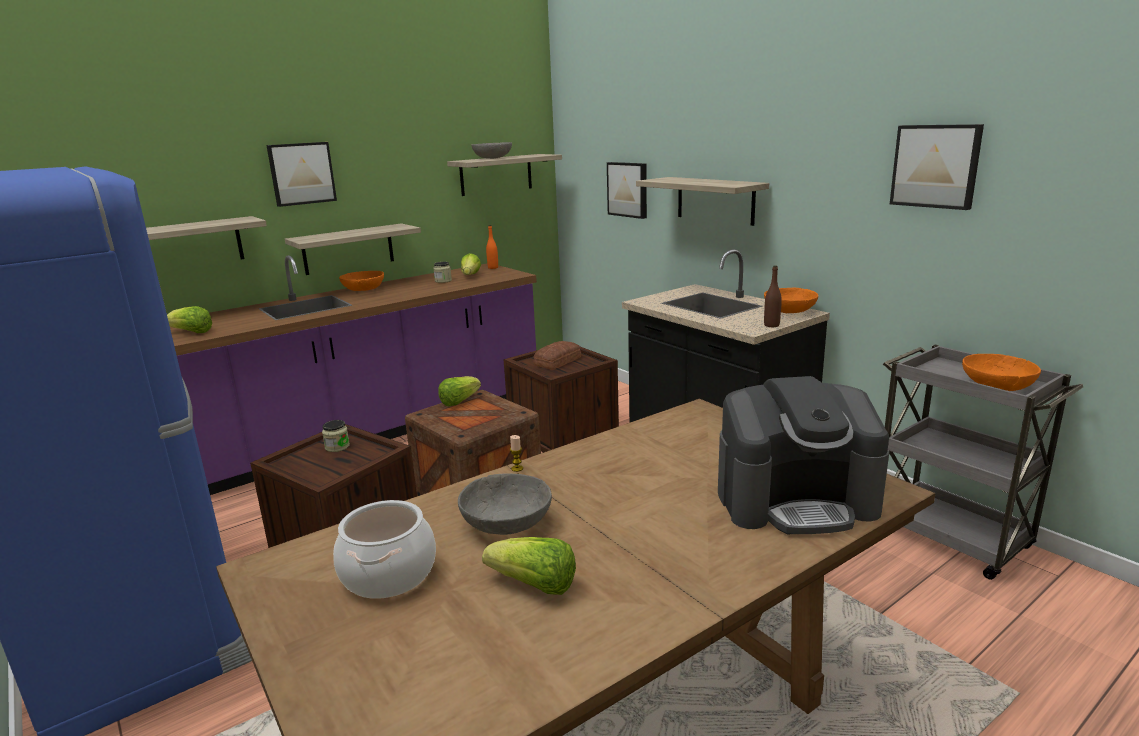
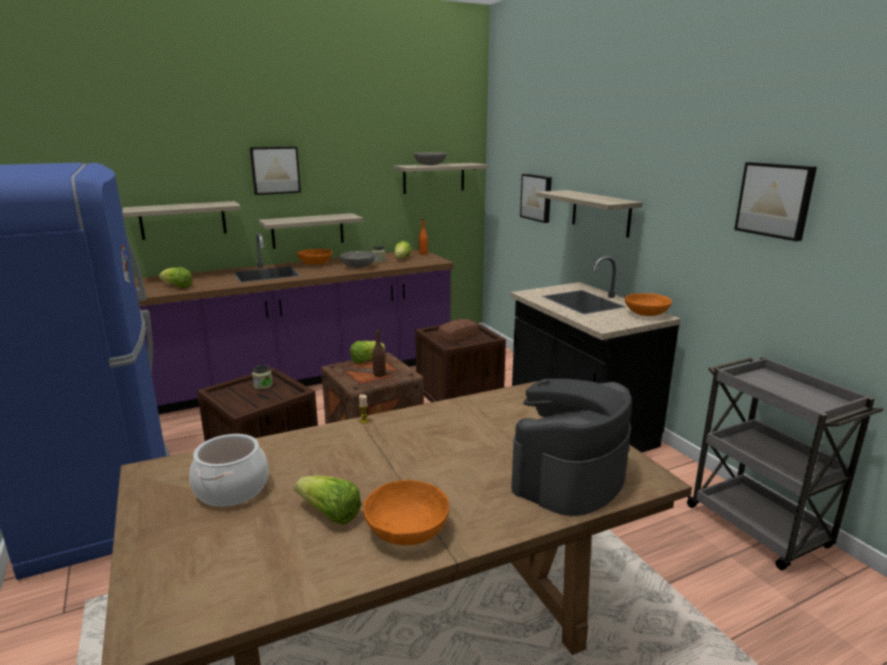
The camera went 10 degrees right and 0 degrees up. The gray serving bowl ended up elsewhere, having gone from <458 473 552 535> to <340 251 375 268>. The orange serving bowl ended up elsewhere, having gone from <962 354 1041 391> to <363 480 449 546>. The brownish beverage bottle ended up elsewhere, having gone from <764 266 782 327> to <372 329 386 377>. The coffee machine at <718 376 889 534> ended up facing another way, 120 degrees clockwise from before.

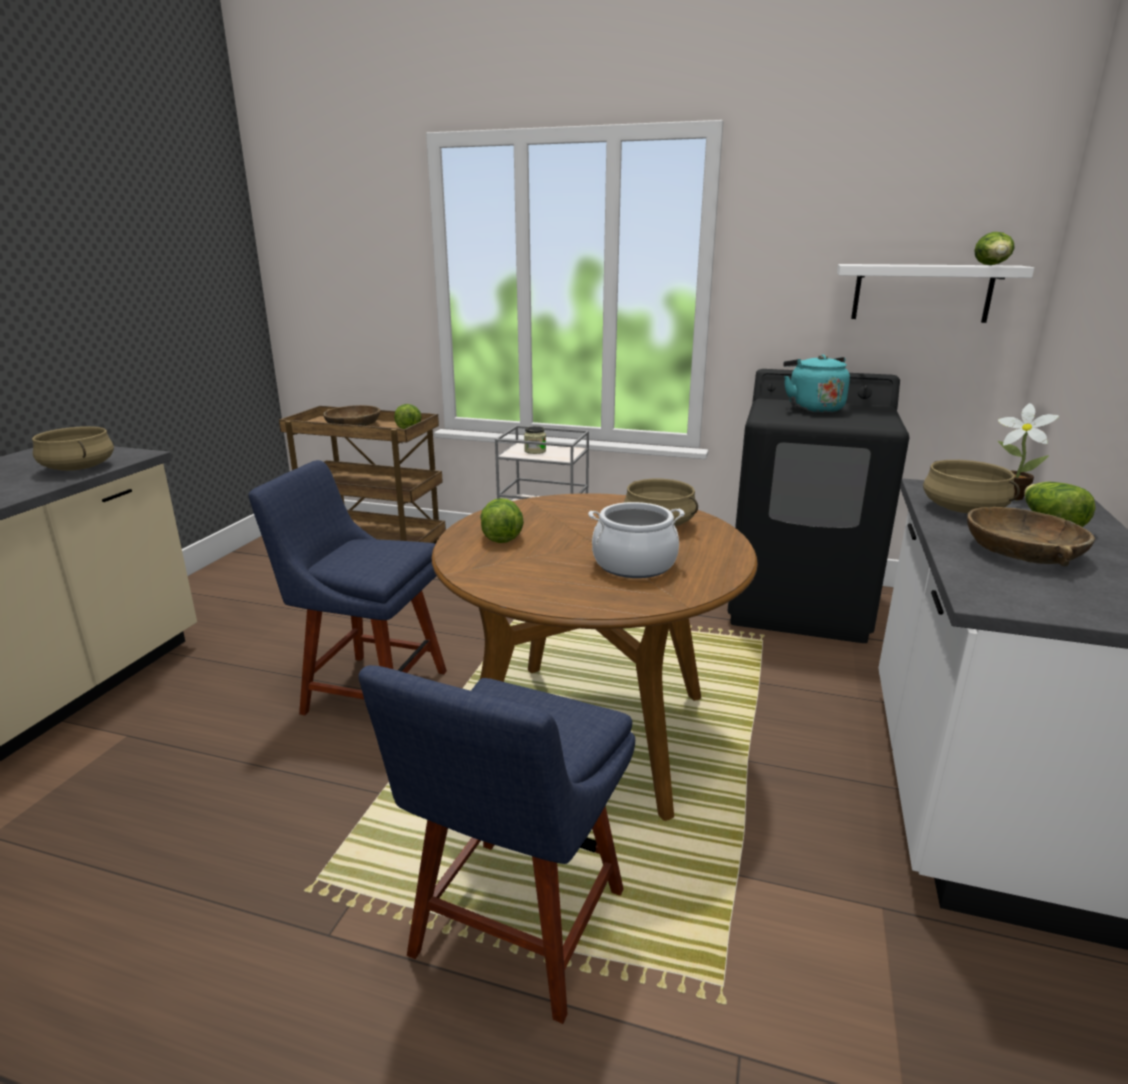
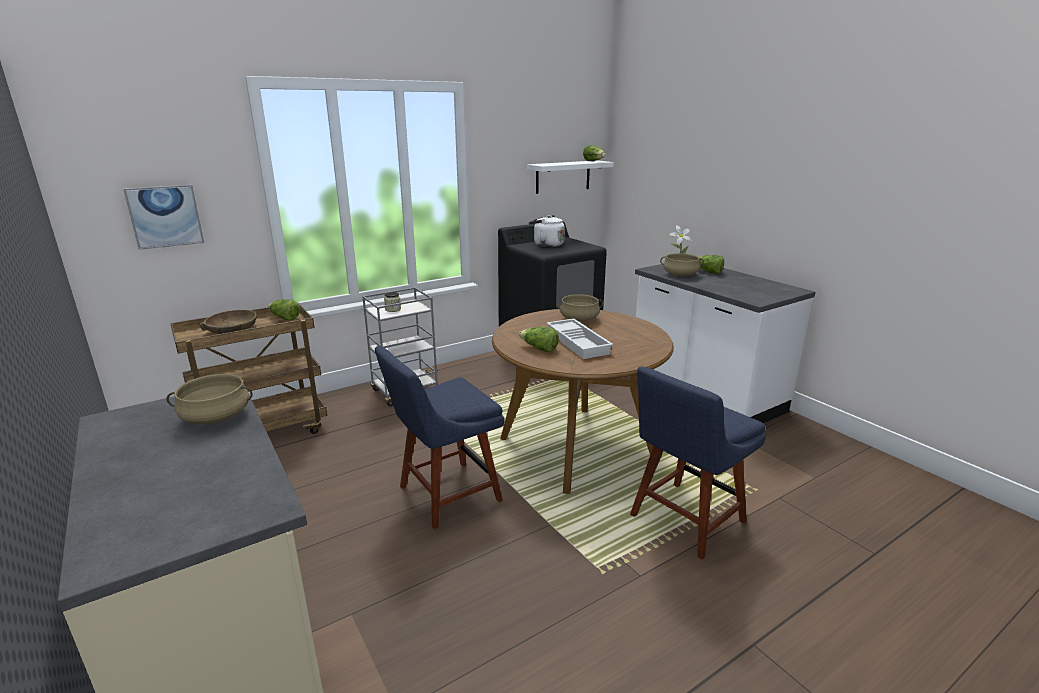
The camera went 50 degrees left and 0 degrees up. The second view gained the wall picture at <123 185 204 250>. What was the turquoise-coloured tea kettle at <783 354 850 413> turned into the white-coloured tea kettle at <529 215 565 247>. The second view gained the white-coloured serving tray at <546 318 613 359>. The blue-coloured chair at <358 665 635 1024> ended up facing another way, 75 degrees clockwise from before. The second view lost the cooking pot at <588 502 685 578>. The second view lost the brownish serving bowl at <967 507 1095 566>.

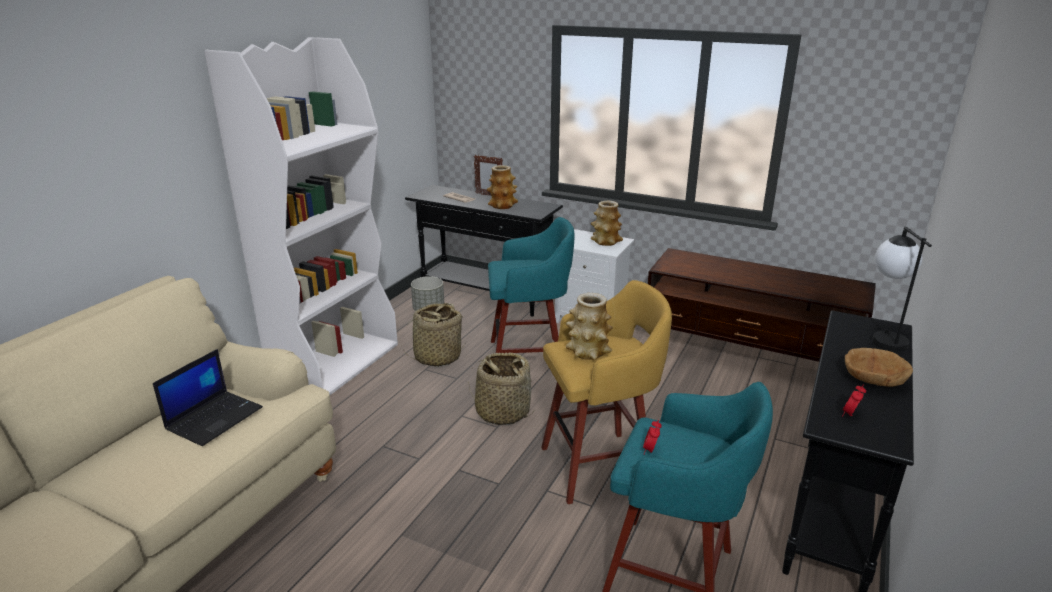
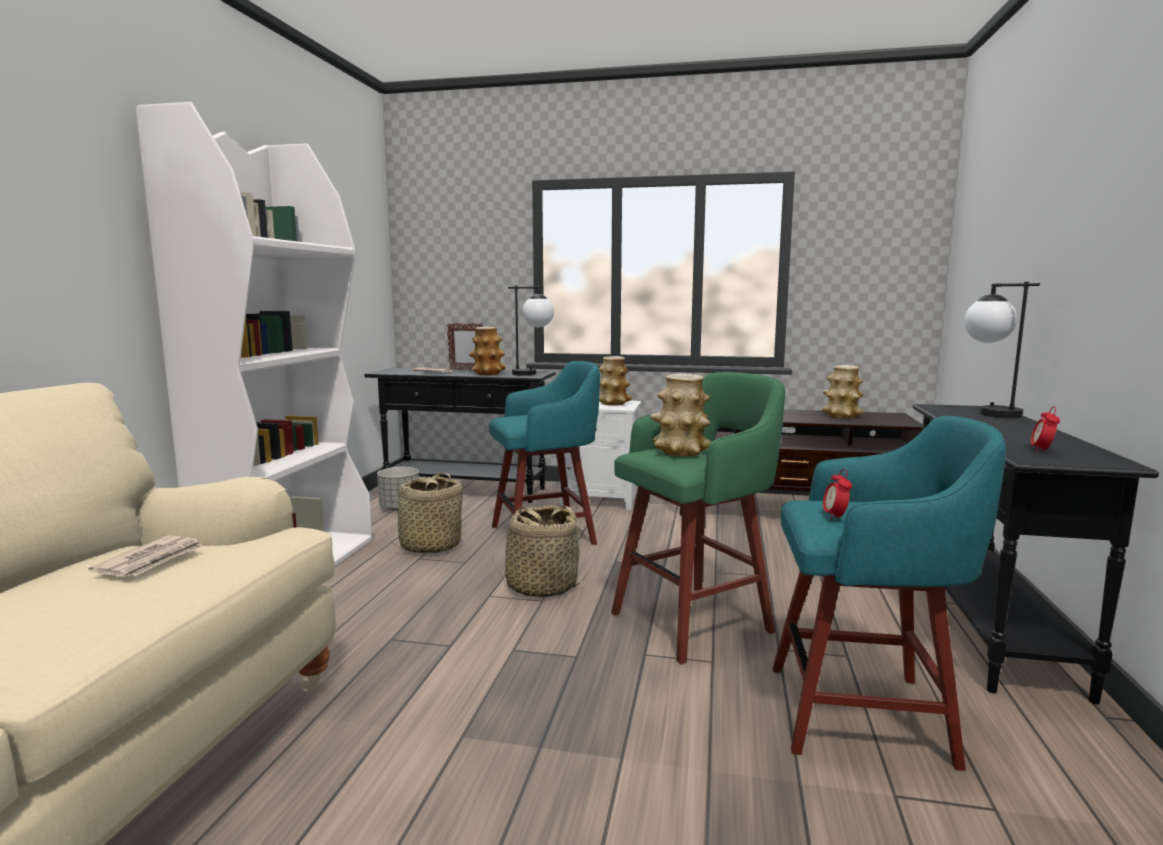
The camera went 15 degrees left and 15 degrees down. Where the notebook computer stood at <153 349 263 446>, the daily paper came to stand at <88 535 203 577>. The second view gained the tabletop lamp at <508 286 554 376>. What was the yellow stool seat at <541 280 672 504> turned into the greenish stool seat at <611 372 785 665>. The second view gained the decorative vase at <822 365 863 418>. The second view lost the brownish serving bowl at <845 348 913 387>.

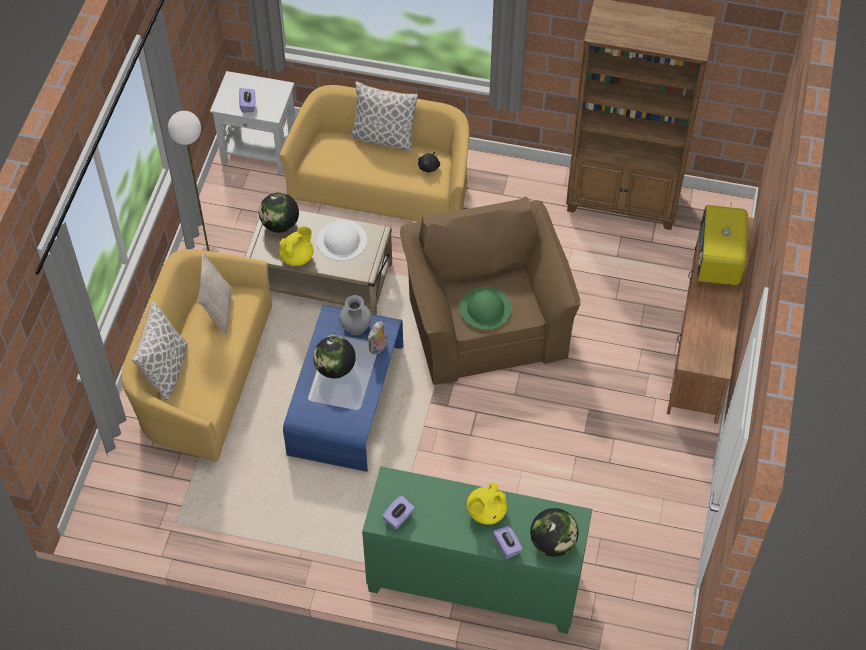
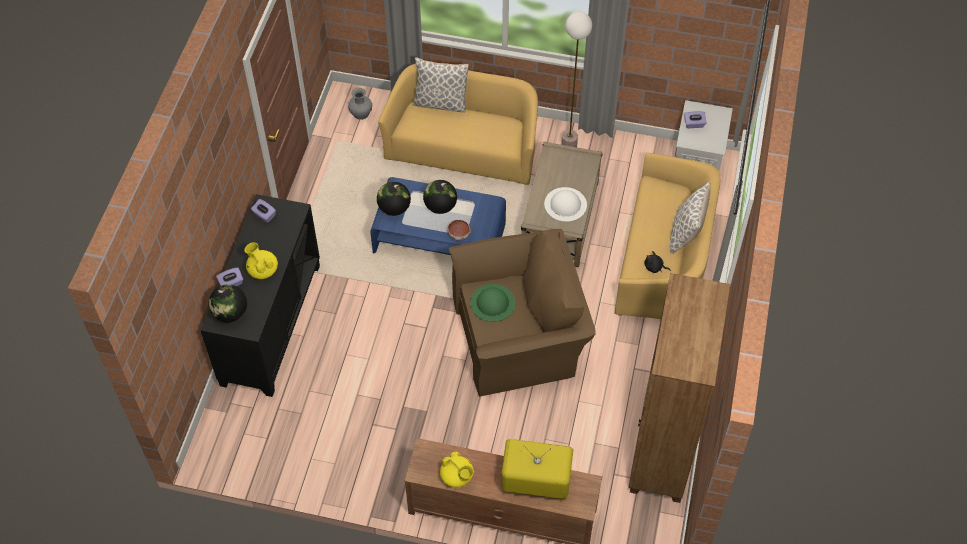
The camera went 90 degrees right and 0 degrees up. What was the greenish storage cabinet at <362 466 592 634> turned into the black storage cabinet at <200 194 320 397>. The gray decorative vase ended up elsewhere, having gone from <339 295 371 335> to <348 88 372 120>. The desk globe ended up elsewhere, having gone from <259 193 299 233> to <377 182 411 216>. The yellow teapot ended up elsewhere, having gone from <279 226 313 266> to <440 452 474 487>. Where the plush toy stood at <368 321 387 355>, the serving bowl came to stand at <447 220 471 241>. The second view lost the beige pillow at <197 253 232 334>.

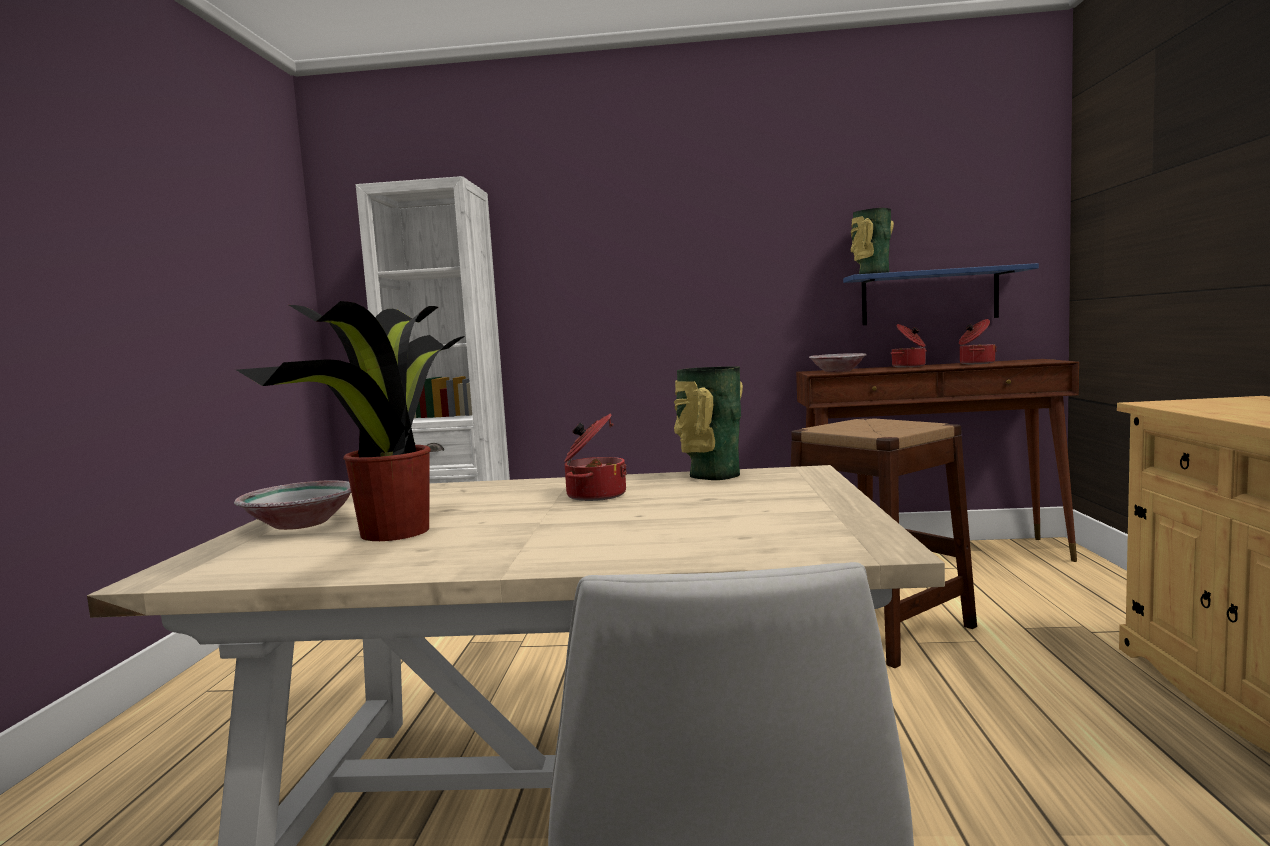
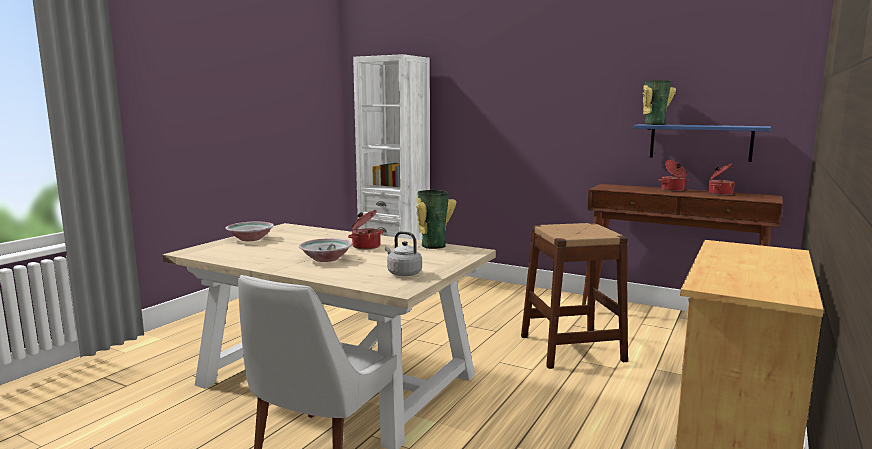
The camera went 25 degrees right and 5 degrees up. The serving bowl ended up elsewhere, having gone from <809 353 867 372> to <299 238 353 262>. The second view gained the gray tea kettle at <385 231 422 276>. The second view lost the potted plant at <237 301 465 541>.

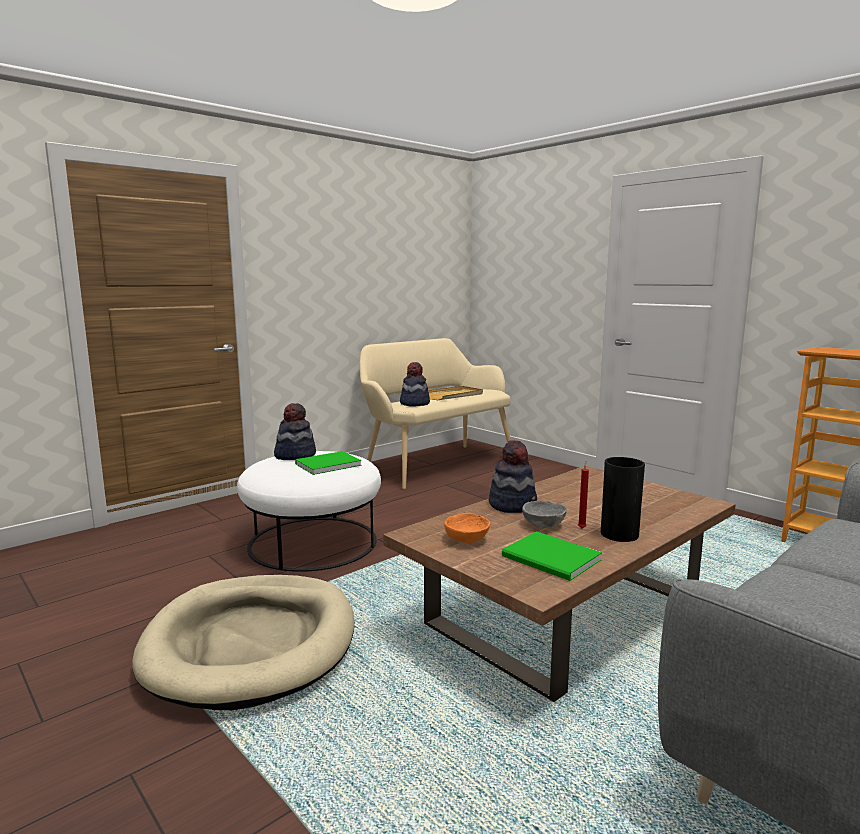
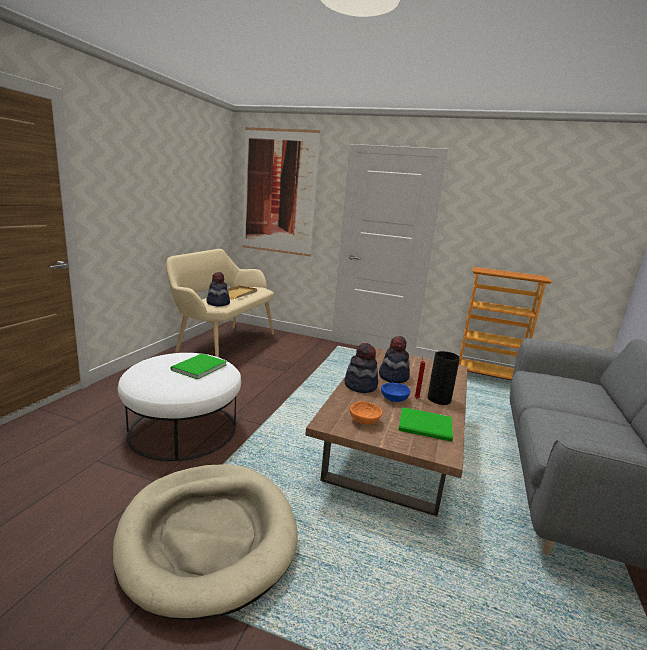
The camera went 30 degrees left and 5 degrees up. The second view gained the wall picture at <243 127 320 257>. The wearable hat ended up elsewhere, having gone from <274 403 316 460> to <379 336 410 383>. What was the gray serving bowl at <522 501 567 528> turned into the blue-coloured serving bowl at <381 383 410 402>.

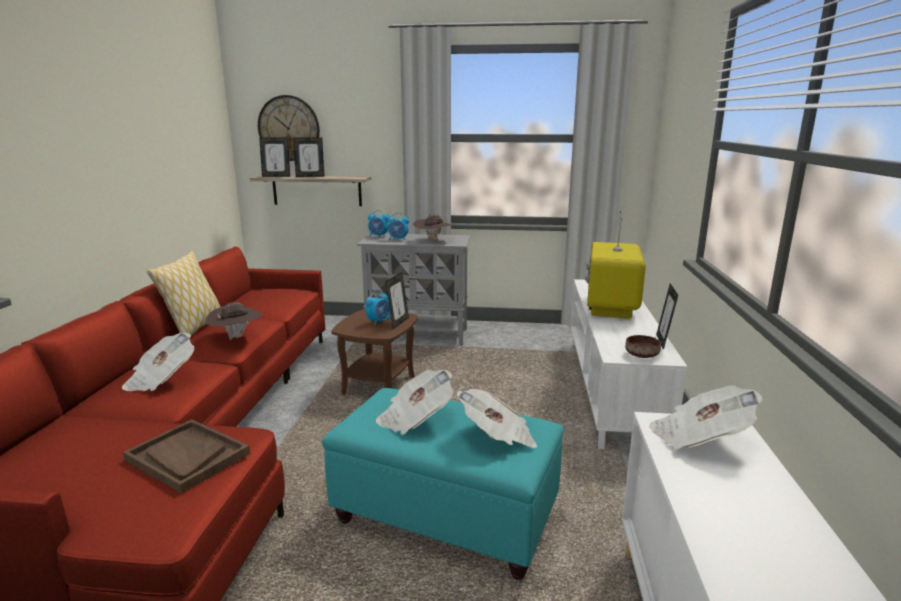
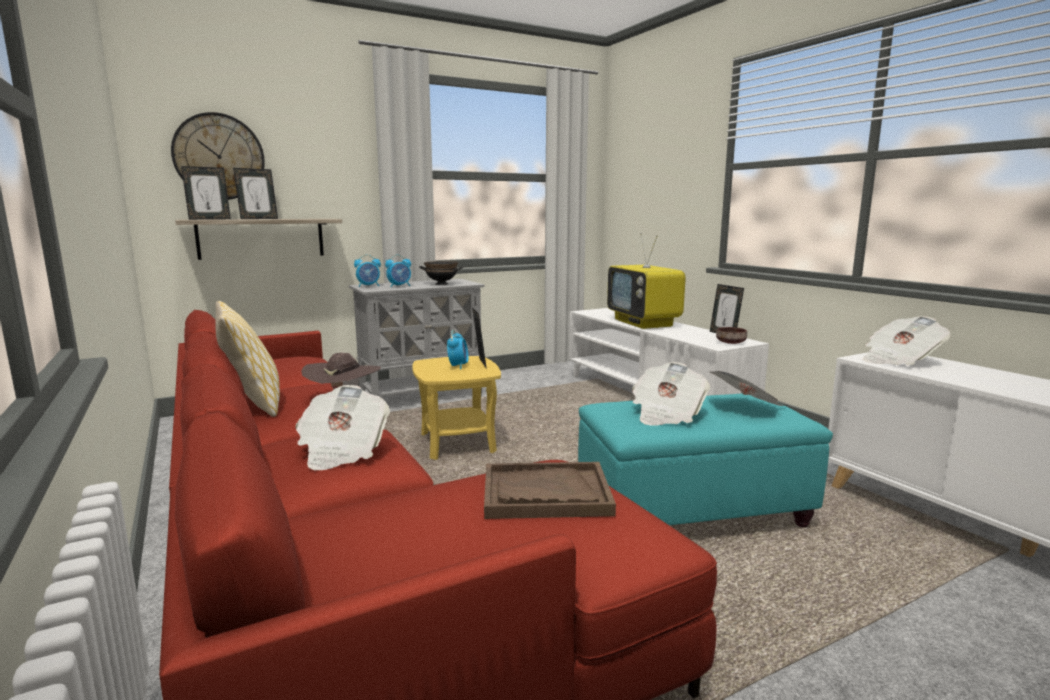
The camera went 35 degrees left and 5 degrees down. What was the brownish end table at <331 309 418 395> turned into the yellow end table at <412 356 501 460>. Where the brownish wearable hat stood at <413 214 455 240>, the black serving bowl came to stand at <419 261 464 285>.

